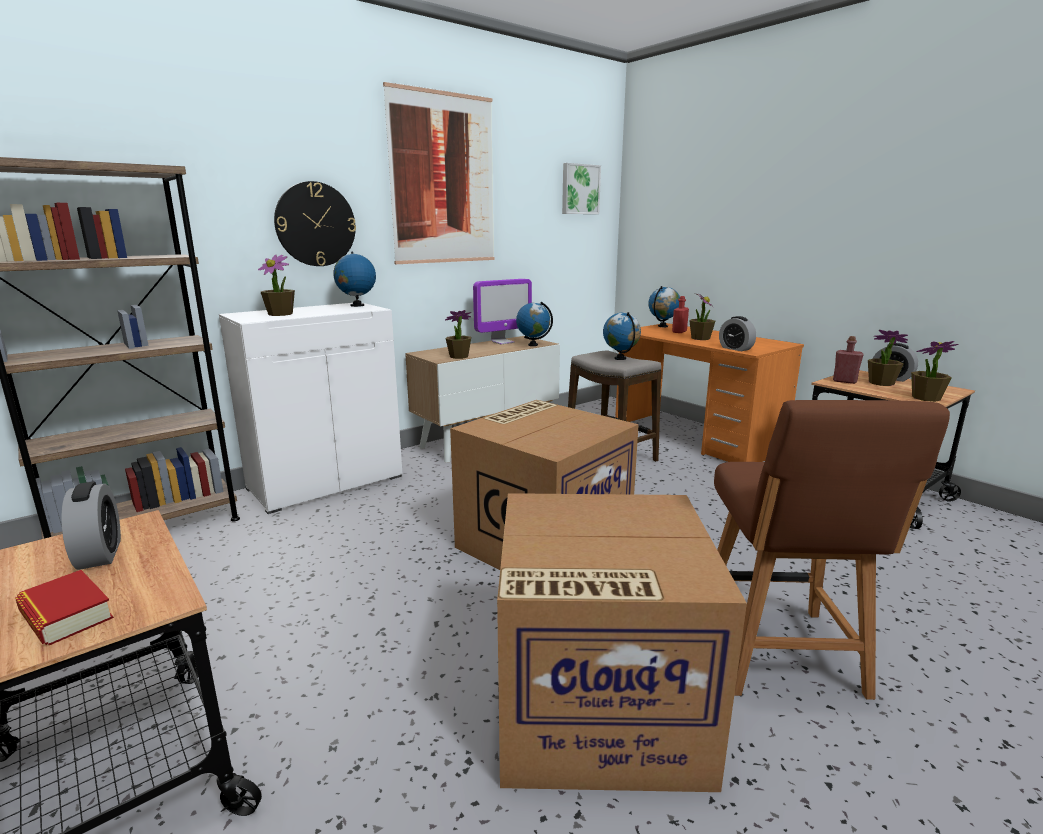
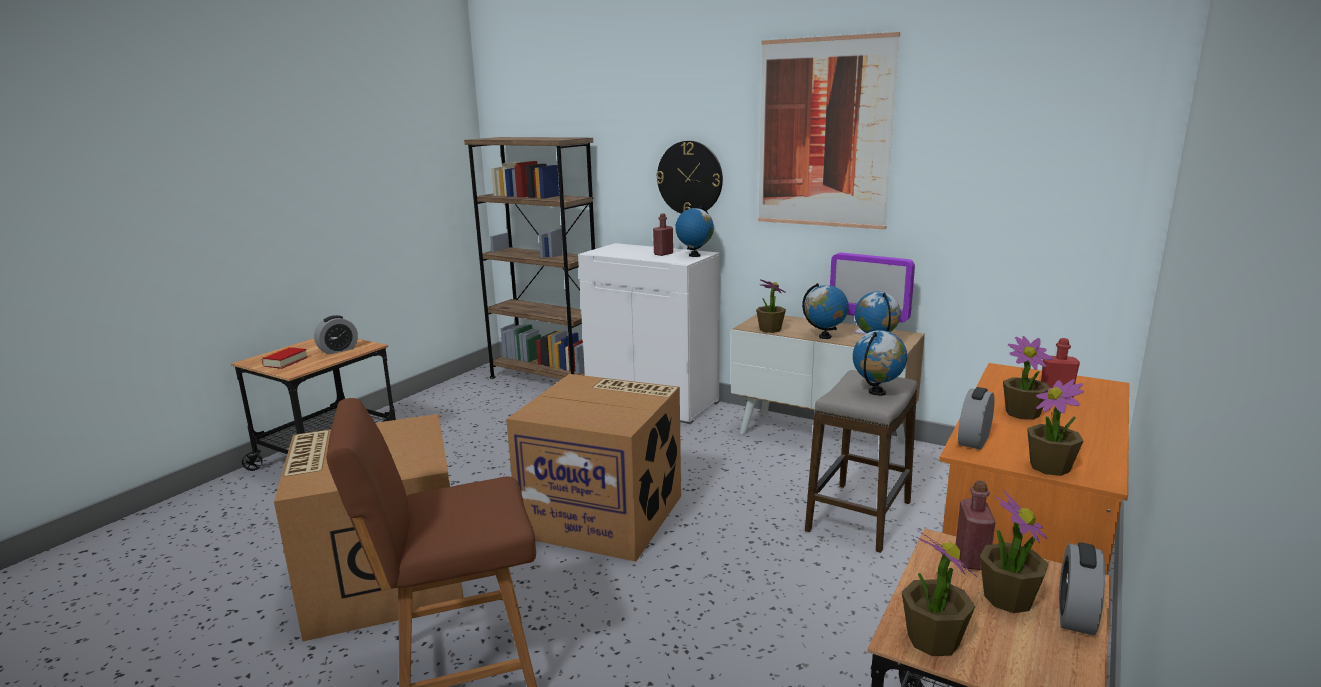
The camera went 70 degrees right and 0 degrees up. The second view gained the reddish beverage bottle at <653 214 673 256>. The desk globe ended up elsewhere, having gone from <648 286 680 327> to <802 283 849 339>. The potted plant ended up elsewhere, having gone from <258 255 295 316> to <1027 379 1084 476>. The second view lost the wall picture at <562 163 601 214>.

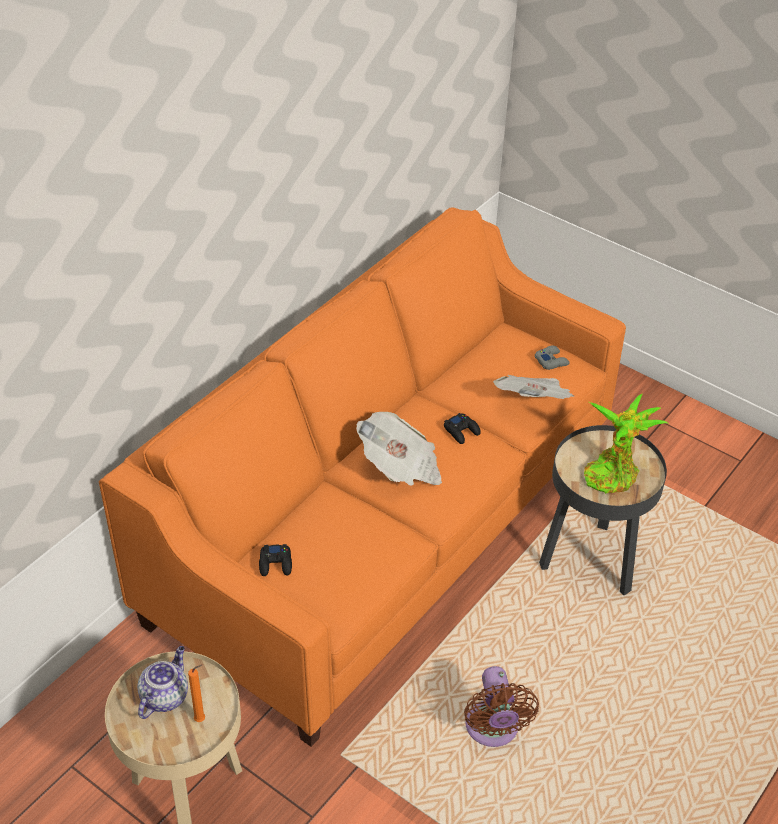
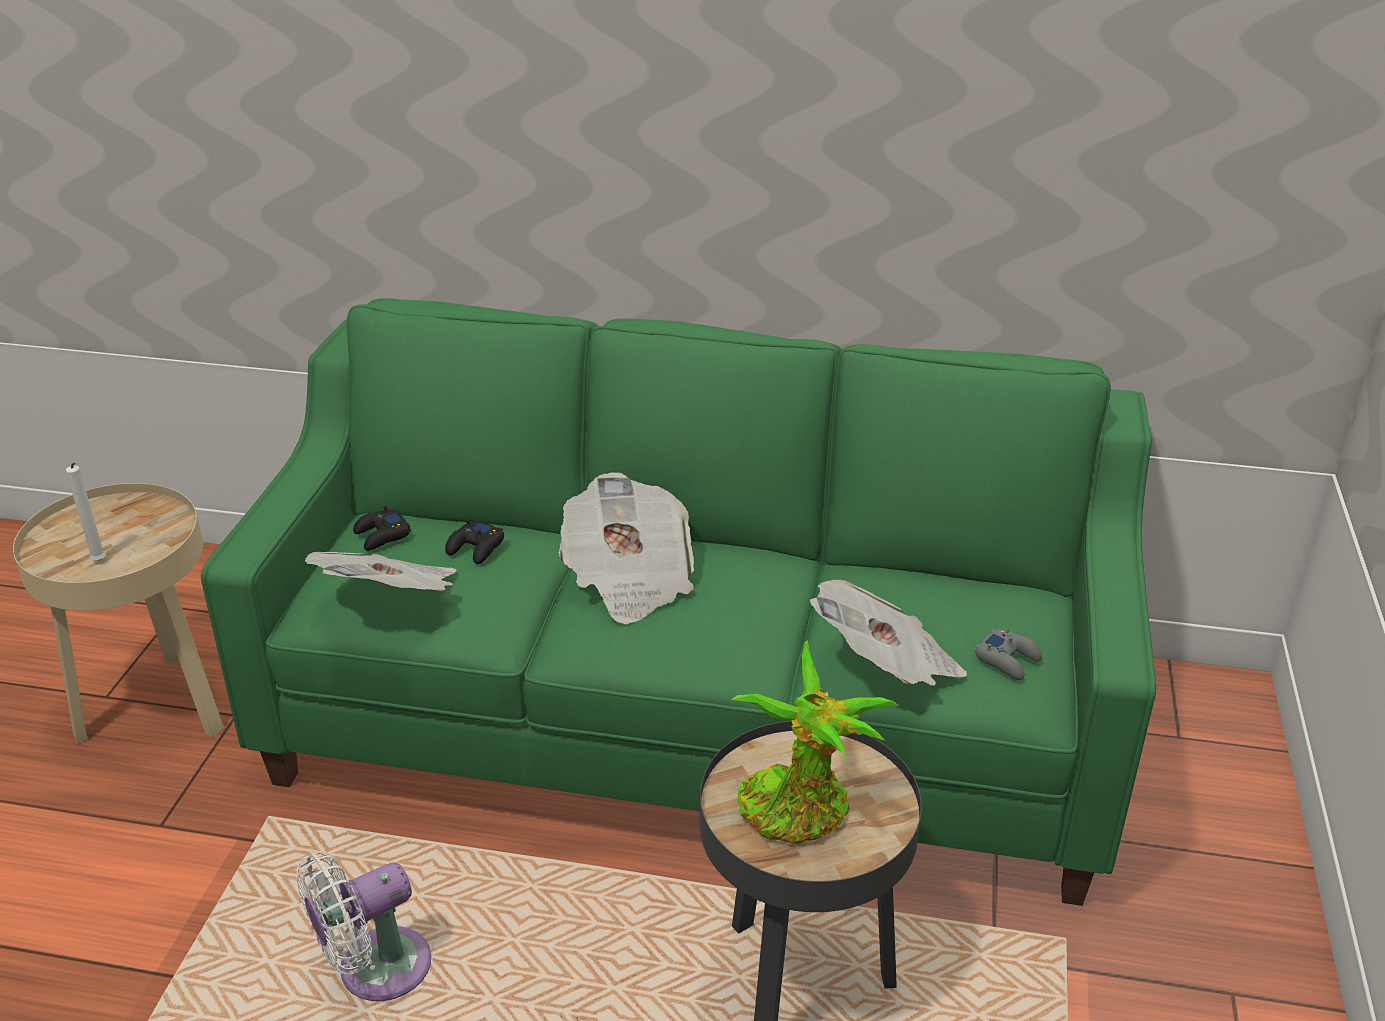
The camera went 65 degrees right and 10 degrees down. What was the orange wax candle at <188 665 205 722> turned into the white-coloured wax candle at <66 462 106 561>. What was the orange sofa at <99 207 626 747> turned into the greenish sofa at <201 298 1156 906>. What was the brownish cooling fan at <464 666 539 747> turned into the white-coloured cooling fan at <296 851 431 1001>. The second view gained the daily paper at <305 552 456 591>. The black game controller ended up elsewhere, having gone from <444 413 481 444> to <445 519 504 564>. The second view lost the teapot at <137 646 188 719>.

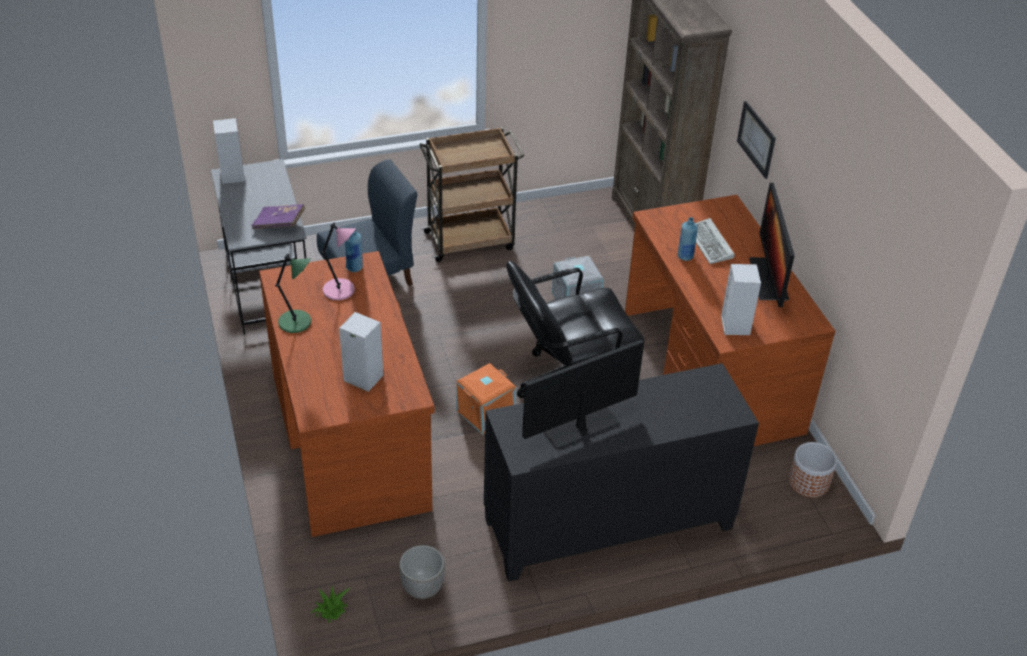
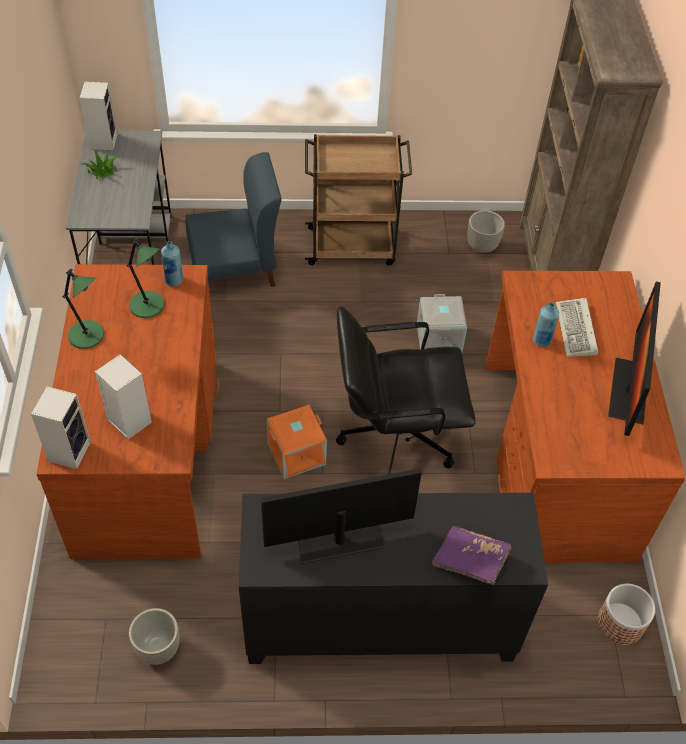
The camera went 15 degrees right and 10 degrees up. The audio speaker ended up elsewhere, having gone from <721 264 761 335> to <31 386 91 469>. The potted plant ended up elsewhere, having gone from <311 585 351 623> to <81 150 121 179>. What was the pink tabletop lamp at <321 222 356 300> turned into the greenish tabletop lamp at <127 238 164 318>. The purplish bound book ended up elsewhere, having gone from <251 204 305 229> to <432 526 511 585>. The second view gained the flower pot at <467 210 505 253>. The second view lost the wall picture at <737 101 776 179>.

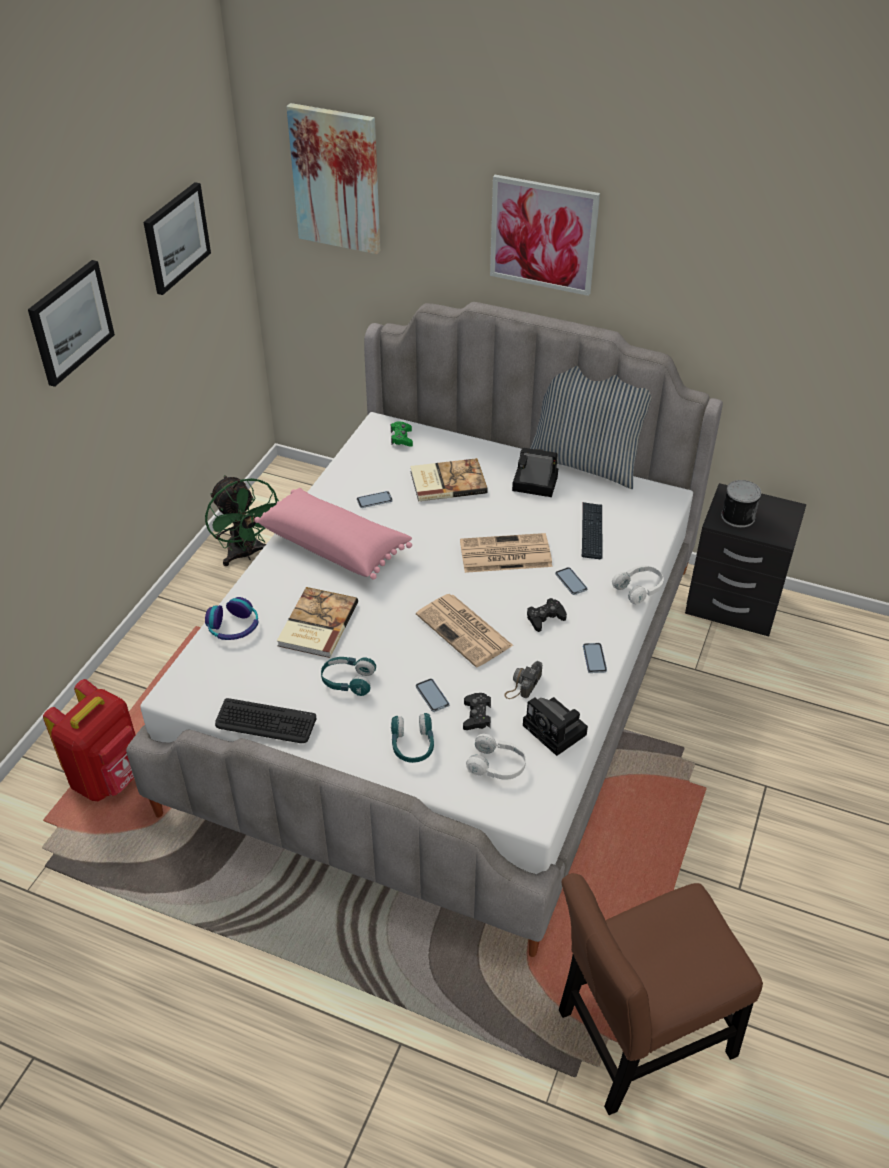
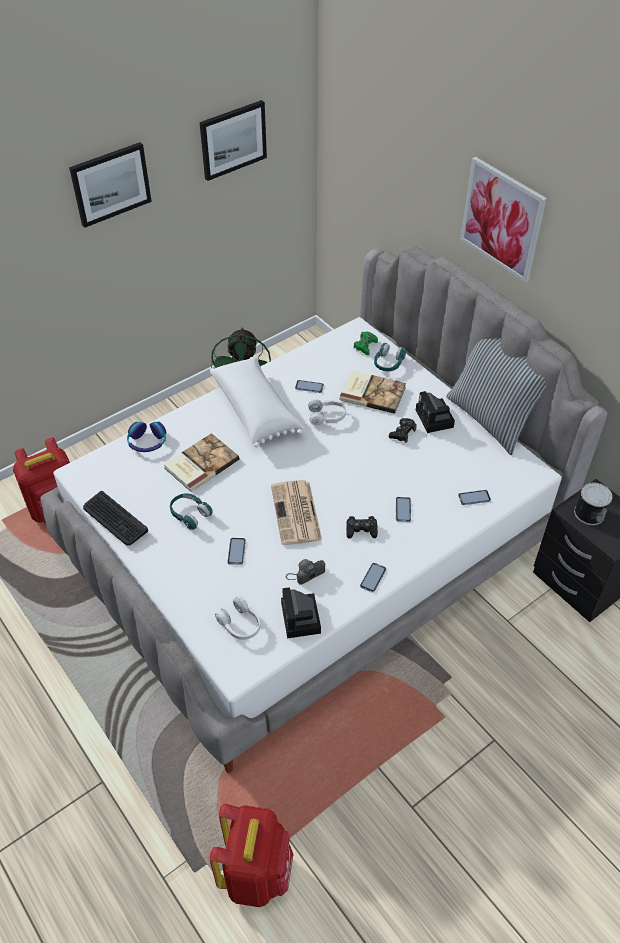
The camera went 30 degrees right and 5 degrees up. What was the pink pillow at <254 488 412 580> turned into the white-coloured pillow at <210 357 305 447>. Where the brownish chair stood at <559 873 763 1115>, the reddish knapsack came to stand at <210 804 294 907>. The white-coloured headphones ended up elsewhere, having gone from <612 565 664 604> to <308 399 346 426>. The turquoise-coloured headphones ended up elsewhere, having gone from <391 713 434 763> to <374 343 406 371>. The black game controller ended up elsewhere, having gone from <463 693 491 730> to <389 418 417 443>. The still camera at <512 448 558 497> ended up facing another way, 150 degrees counterclockwise from before. The second view gained the phone at <458 490 491 505>. The second view lost the wall picture at <287 103 380 254>. The second view lost the daily paper at <460 533 552 573>. The second view lost the keyboard at <582 502 603 559>.

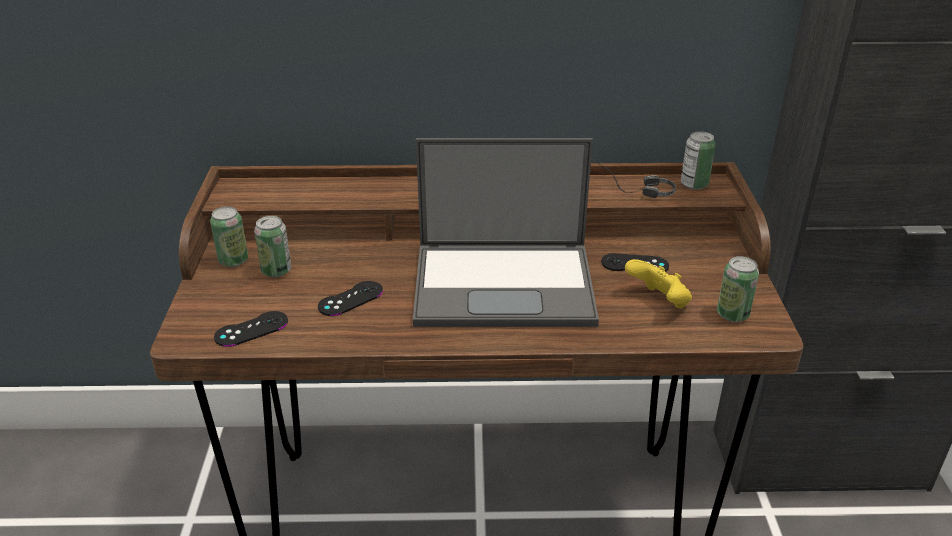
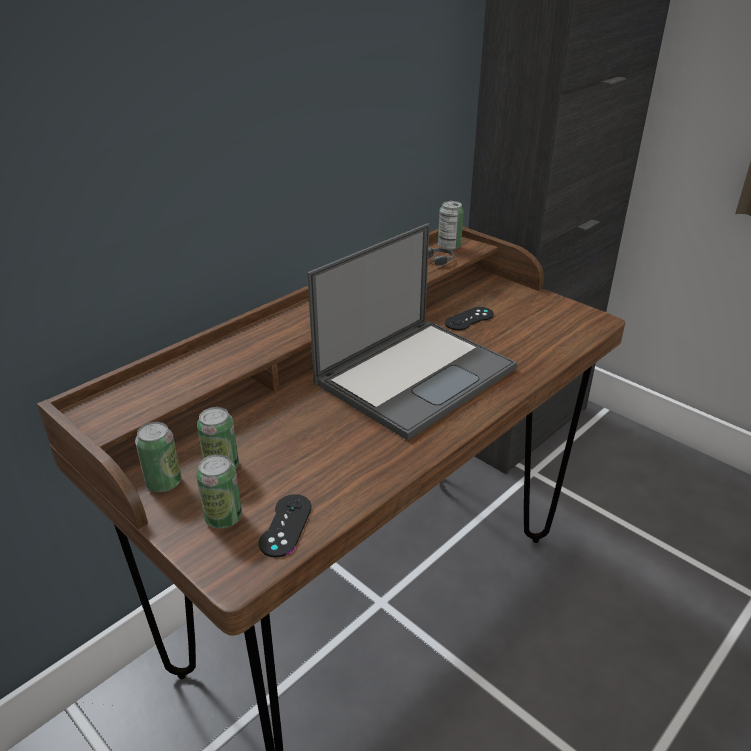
The camera went 45 degrees left and 0 degrees up. The can ended up elsewhere, having gone from <717 256 759 322> to <196 454 242 529>. The second view lost the black game controller at <318 281 383 316>. The second view lost the yellow game controller at <625 259 692 309>.

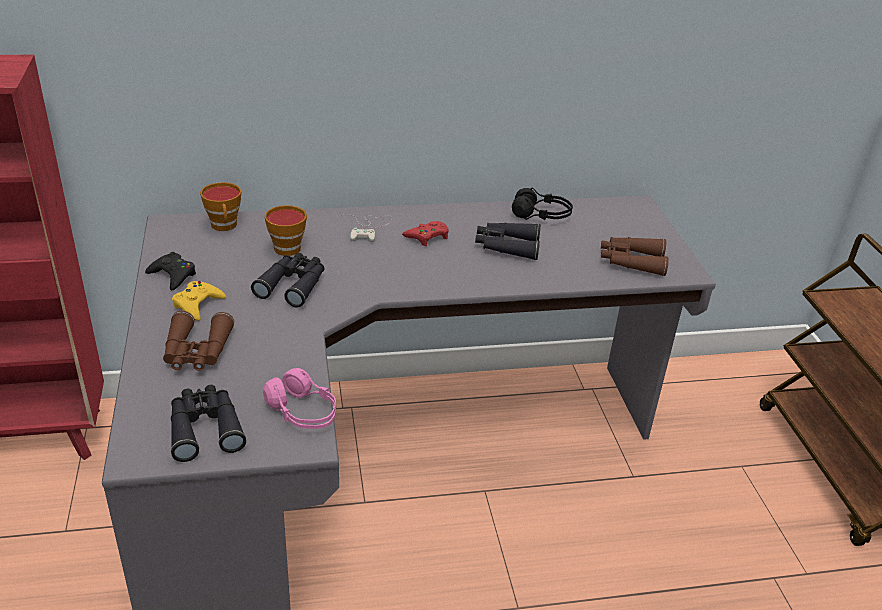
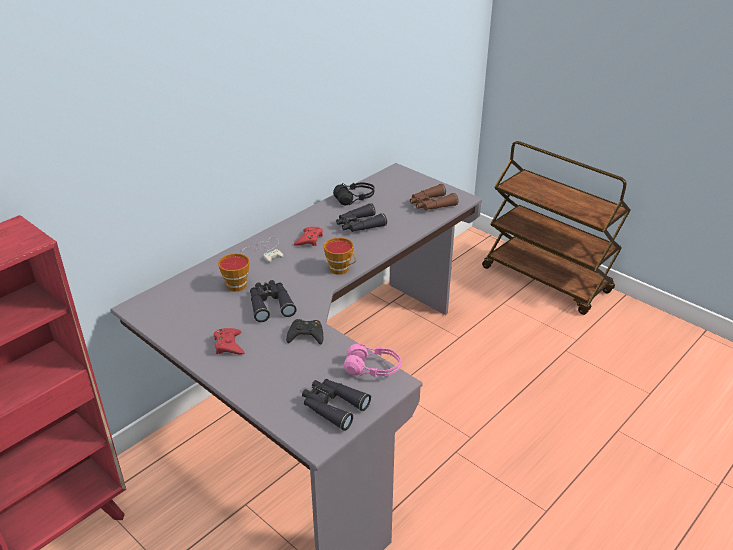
The camera went 35 degrees left and 0 degrees up. What was the yellow game controller at <172 281 226 321> turned into the reddish game controller at <213 328 245 354>. The black game controller ended up elsewhere, having gone from <145 252 196 291> to <286 319 324 345>. The drinking cup ended up elsewhere, having gone from <200 182 241 231> to <324 237 356 275>. The second view lost the brownish pair of binoculars at <163 311 234 371>.

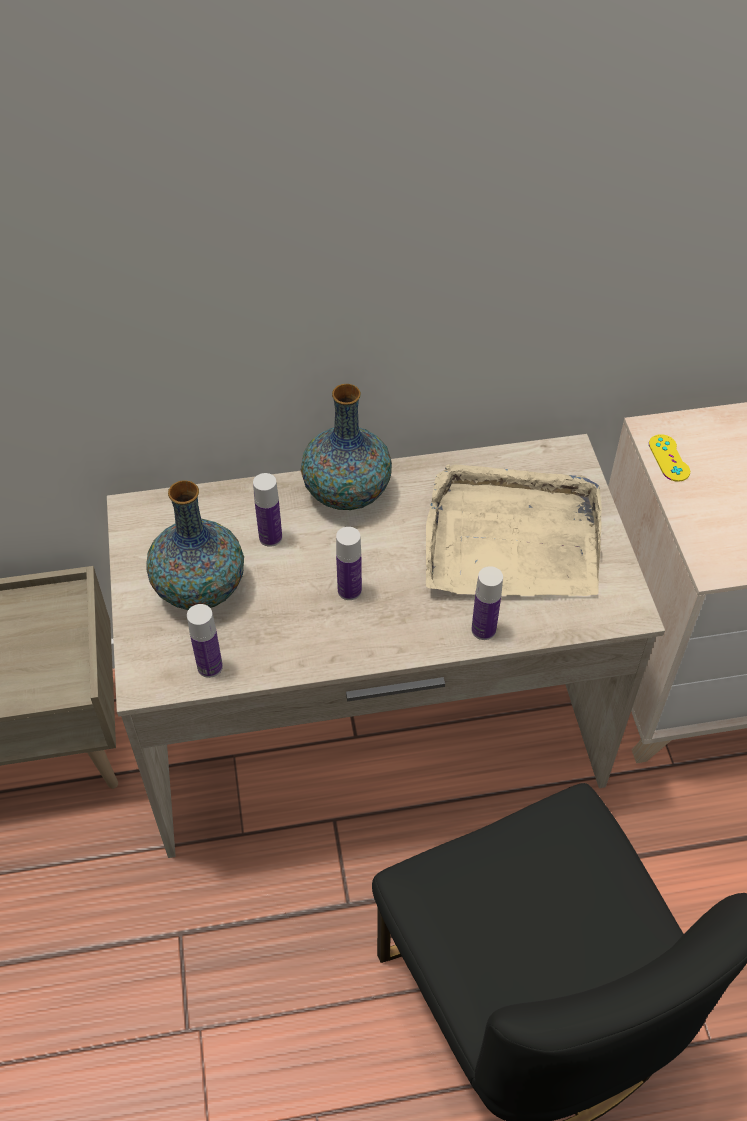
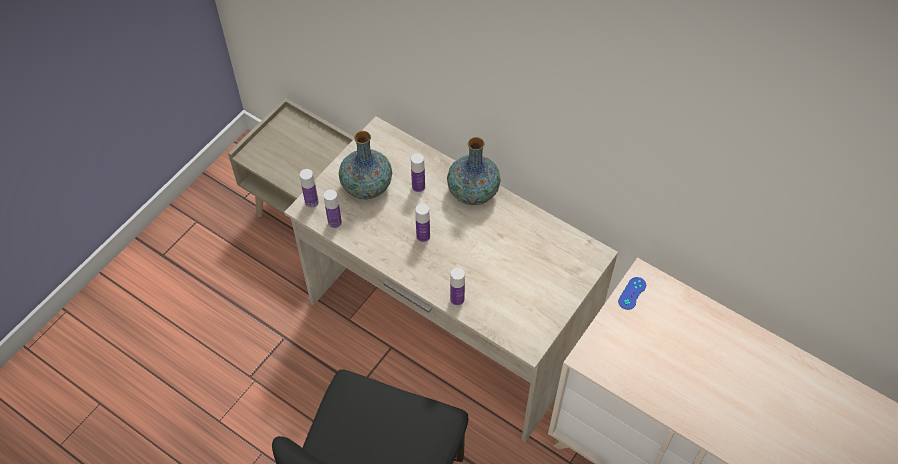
The camera went 45 degrees right and 5 degrees up. The second view gained the beverage bottle at <300 169 319 208>. What was the yellow game controller at <649 434 690 482> turned into the blue-coloured game controller at <618 277 646 310>. The second view lost the beige serving tray at <426 464 602 596>.

